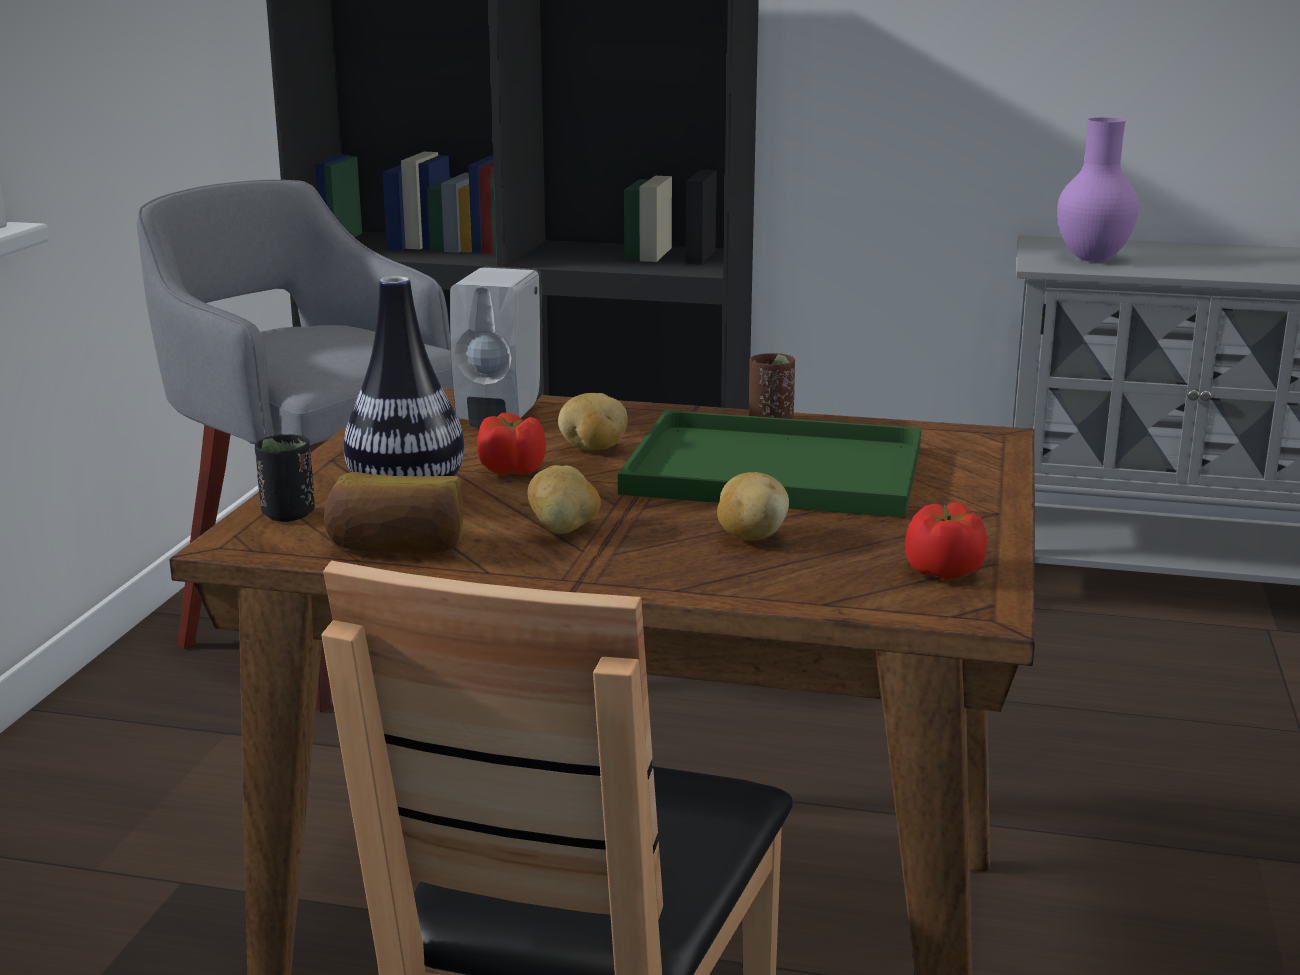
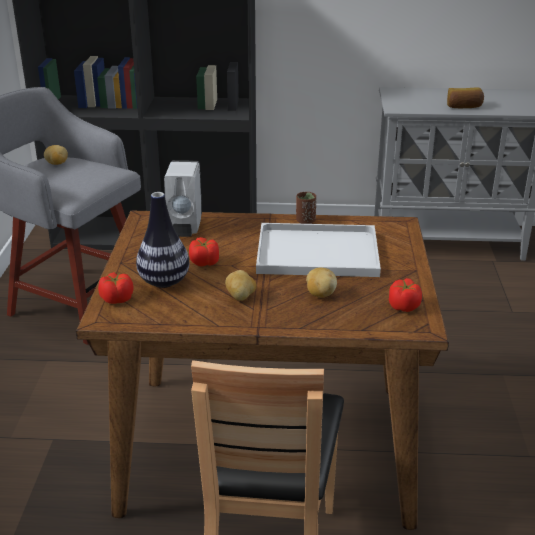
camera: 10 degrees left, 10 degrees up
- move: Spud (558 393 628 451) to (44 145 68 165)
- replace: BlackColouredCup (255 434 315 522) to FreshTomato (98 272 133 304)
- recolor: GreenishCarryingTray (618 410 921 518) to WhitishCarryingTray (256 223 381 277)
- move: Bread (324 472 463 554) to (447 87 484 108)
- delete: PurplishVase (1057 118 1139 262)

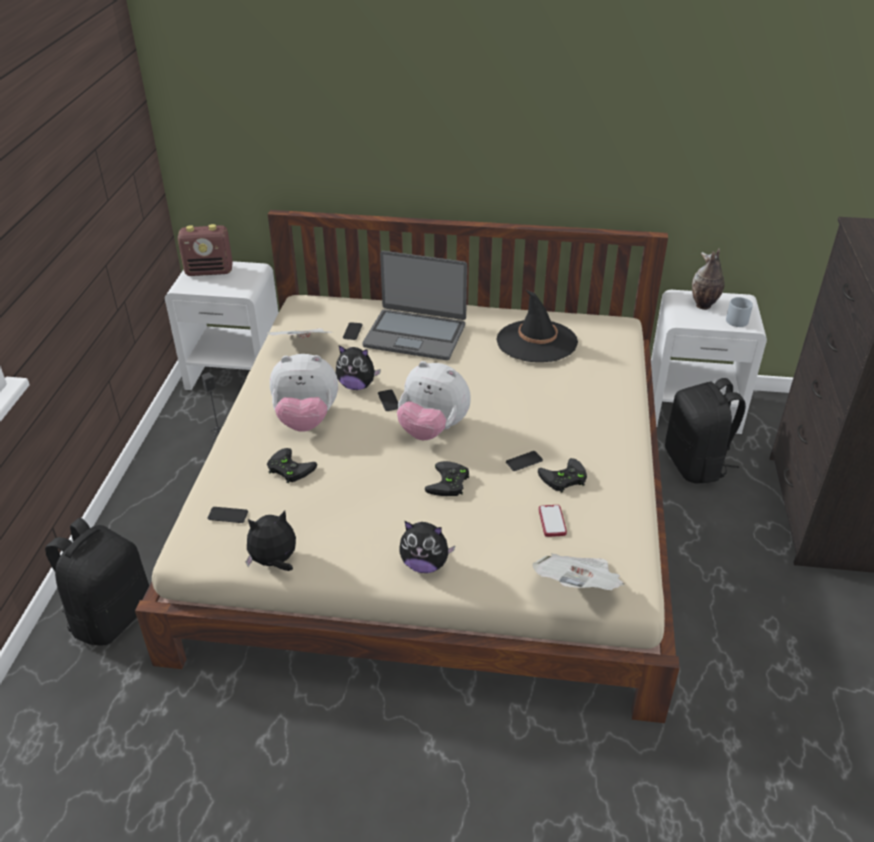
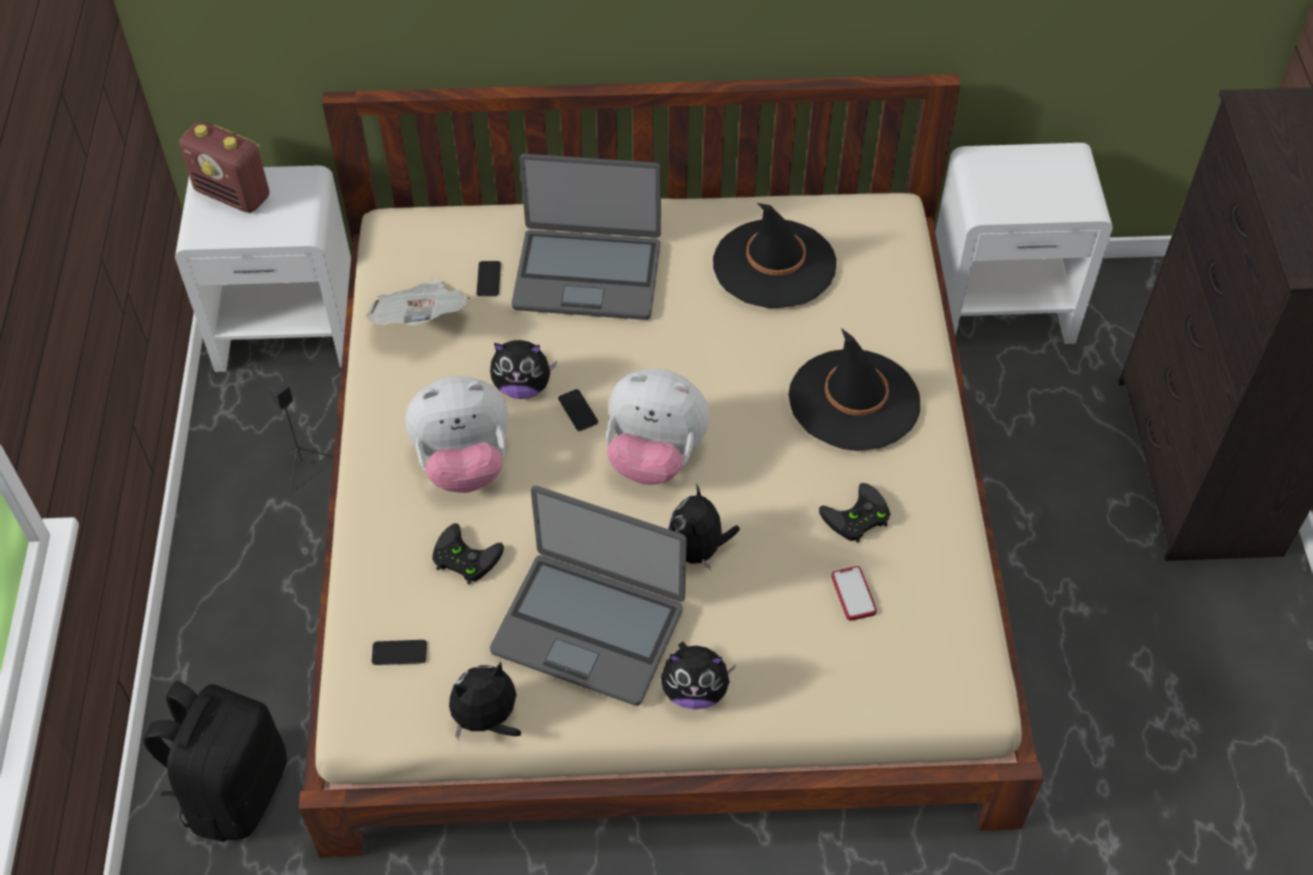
camera: 10 degrees left, 15 degrees up
- rotate: Radio (178 224 233 276) = (179 121 269 213) 45 degrees clockwise
- insert: NotebookComputer (490 486 687 706)
- replace: BlackColouredGamepad (425 461 469 496) to PlushToy (669 484 740 571)
- insert: BlackColouredWearableHat (788 328 920 451)
- delete: Telephone (506 451 543 471)
- delete: PrintedPaper (532 553 625 590)
- delete: BlackColouredBackpack (665 378 746 484)
- delete: Vase (692 248 725 310)
- delete: GreyTeaMug (726 297 753 327)

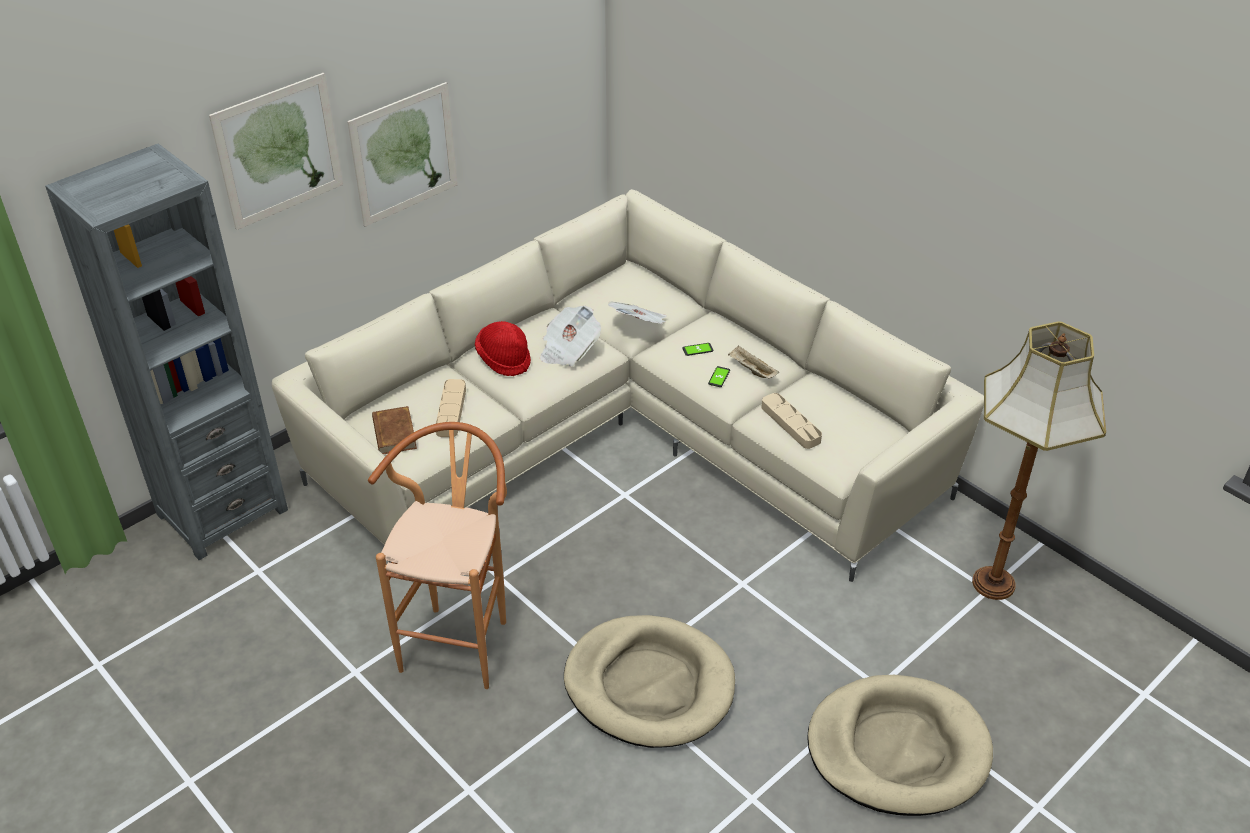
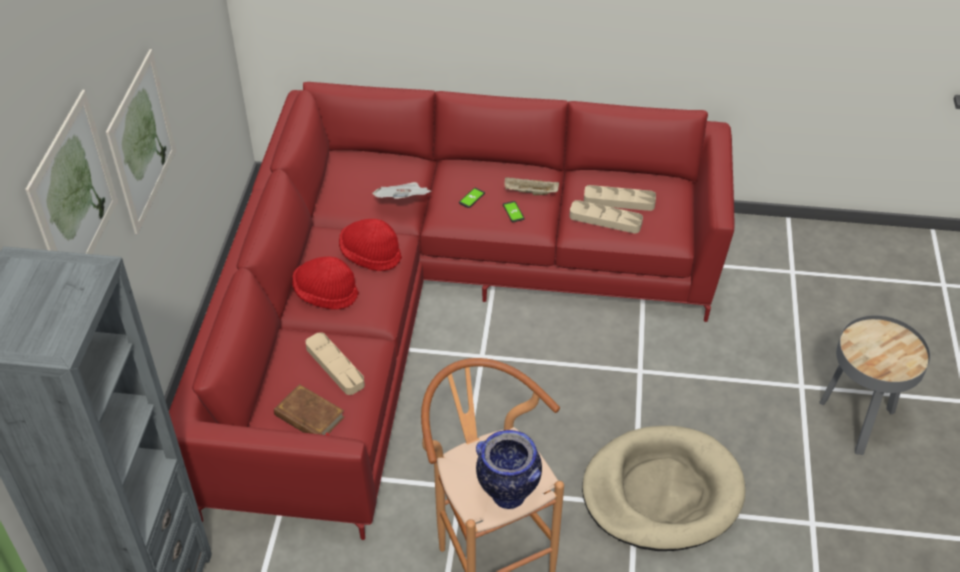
camera: 40 degrees left, 5 degrees up
- recolor: SandColouredCouch (272 189 984 582) to ReddishCouch (169 82 735 540)
- replace: PrintedPaper (540 306 601 367) to ReddishWearableHat (339 219 402 271)
- insert: Vase (476 430 542 509)
- insert: SandColouredCarryingTray (584 185 656 211)
- replace: SandColouredDogCushion (807 675 993 816) to GreyAccentTable (819 315 930 455)
- delete: StandingLamp (972 321 1106 600)

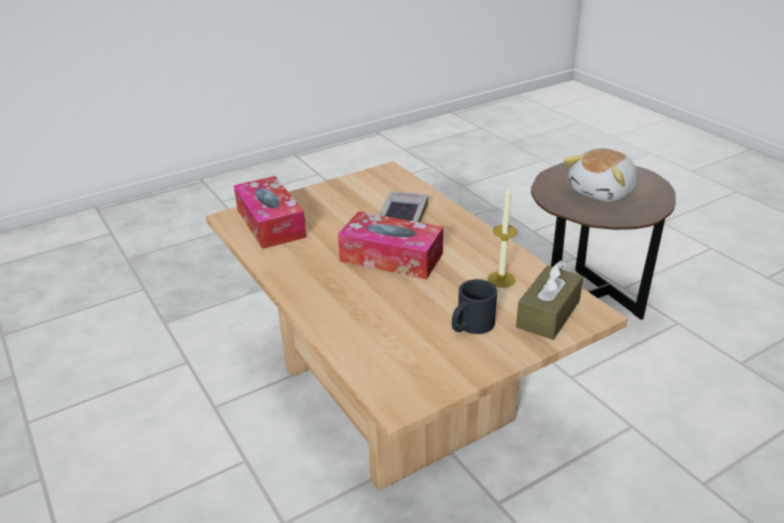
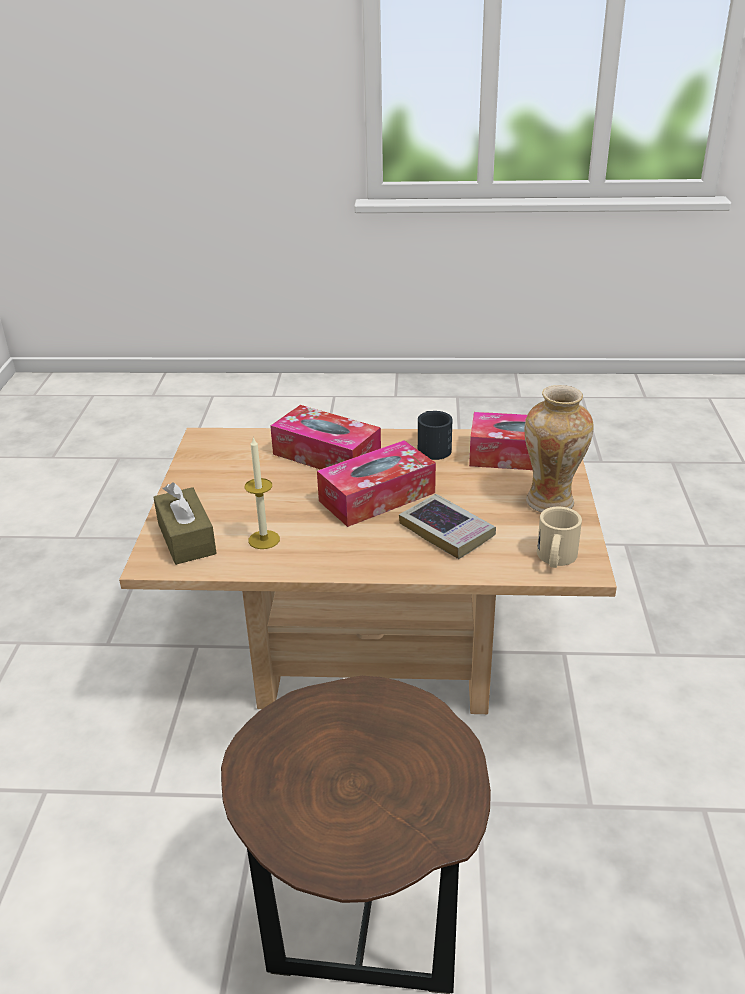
camera: 125 degrees right, 0 degrees up
- insert: TissueBox (270 405 381 469)
- move: BlackColouredTeaMug (452 279 497 334) to (418 411 453 460)
- insert: Vase (524 385 593 513)
- insert: SandColouredTeaMug (537 507 582 568)
- delete: PlushToy (564 148 638 202)

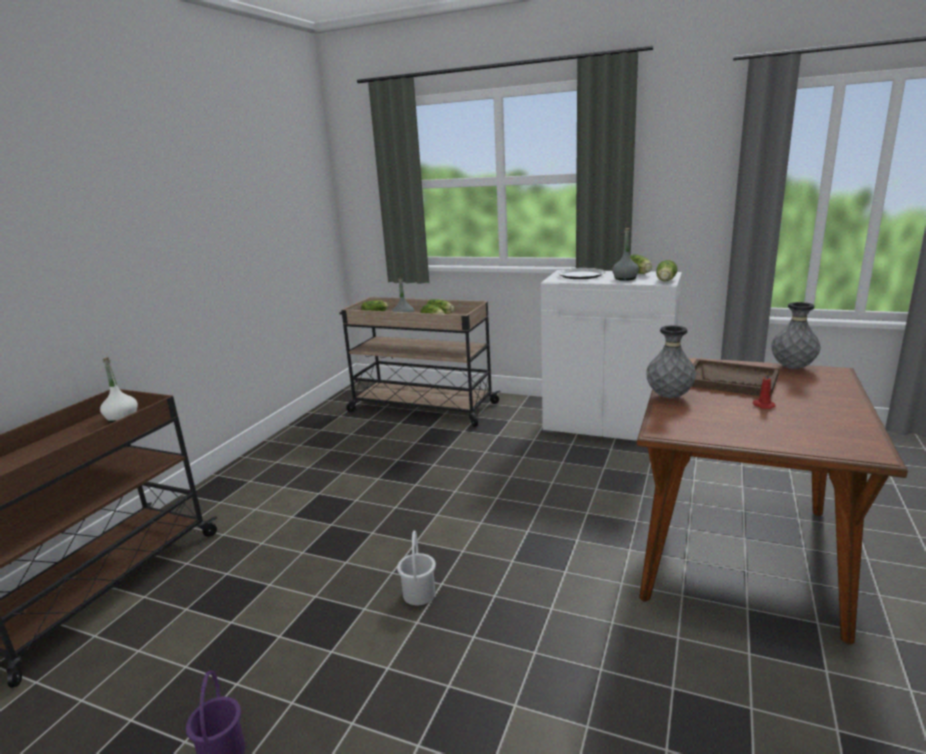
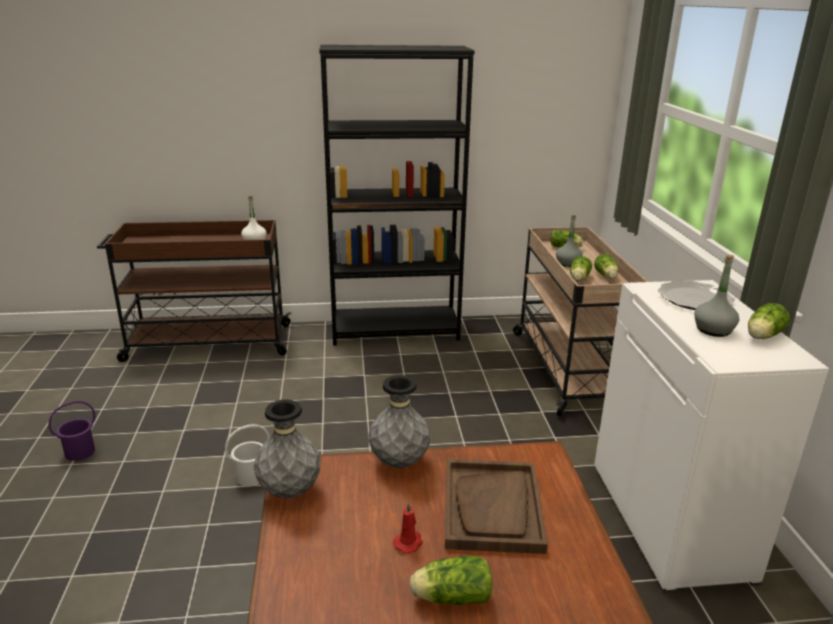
camera: 60 degrees right, 5 degrees up
- move: GreyVase (771 302 821 369) to (254 399 321 498)
- insert: BlackColouredBookshelf (319 45 475 346)
- move: HeadOfLettuce (656 260 678 281) to (410 555 492 605)

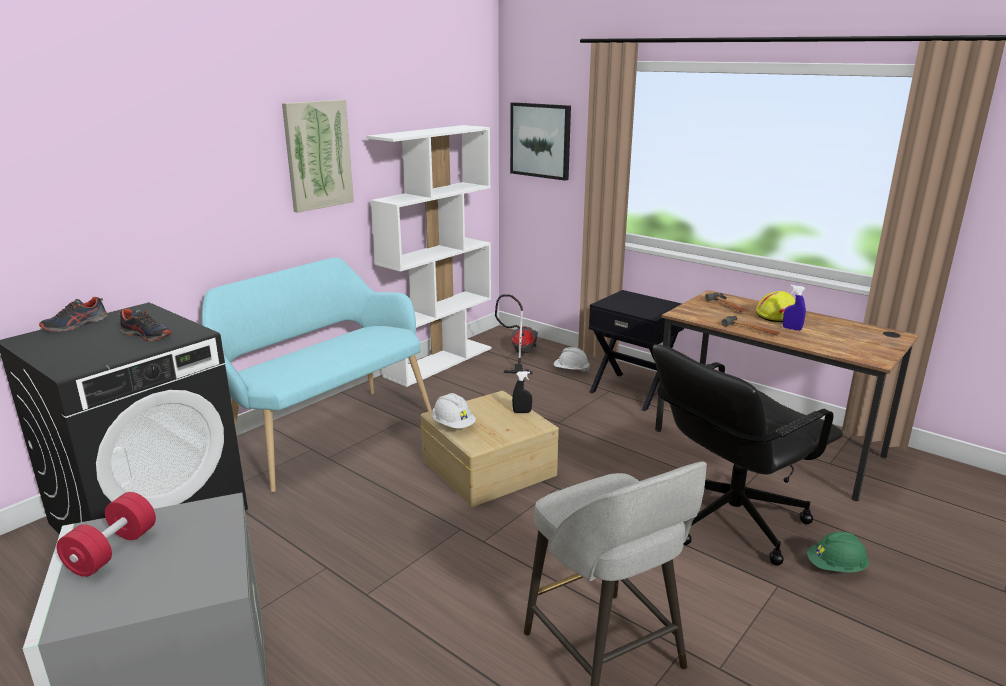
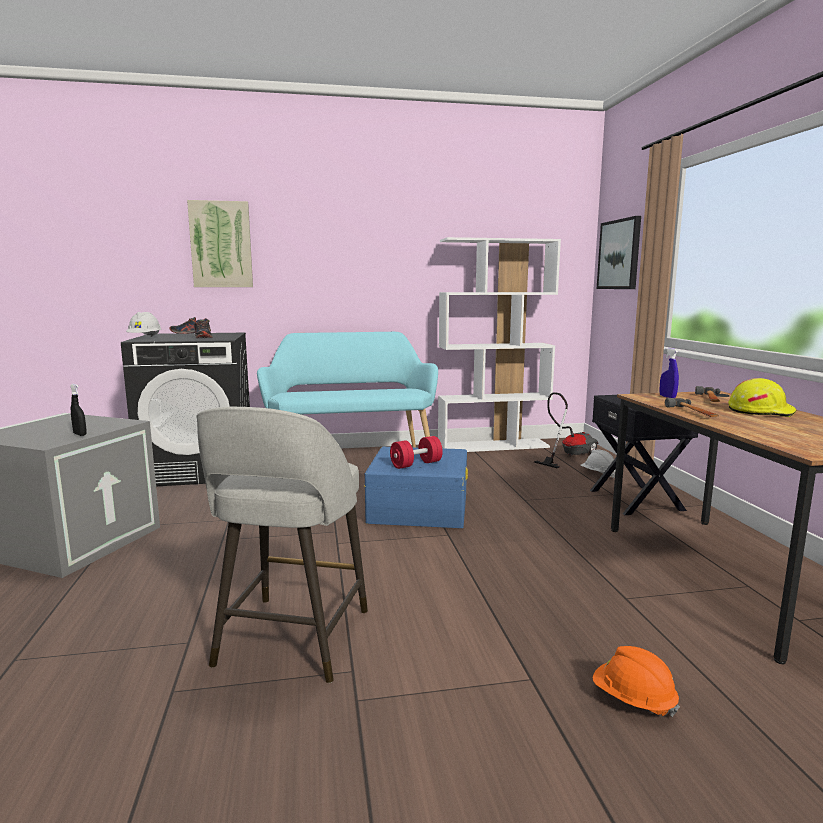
camera: 40 degrees right, 10 degrees down
- move: BlackColouredHandSprayer (512 371 532 413) to (70 384 87 436)
- move: WhitishWorkHelmet (432 393 476 428) to (126 312 161 337)
- move: WallPicture (282 100 354 213) to (187 200 253 287)
- recolor: SandColouredStorageBin (421 391 559 507) to BluishStorageBin (364 447 468 528)
- move: ReddishDumbbell (57 492 156 577) to (390 436 443 469)
- recolor: GreenishWorkHelmet (807 532 869 573) to OrangeyWorkHelmet (593 646 680 717)
- move: BluishHandSprayer (783 285 806 331) to (659 348 679 398)
- delete: BlackColouredOfficeChair (653 345 843 566)

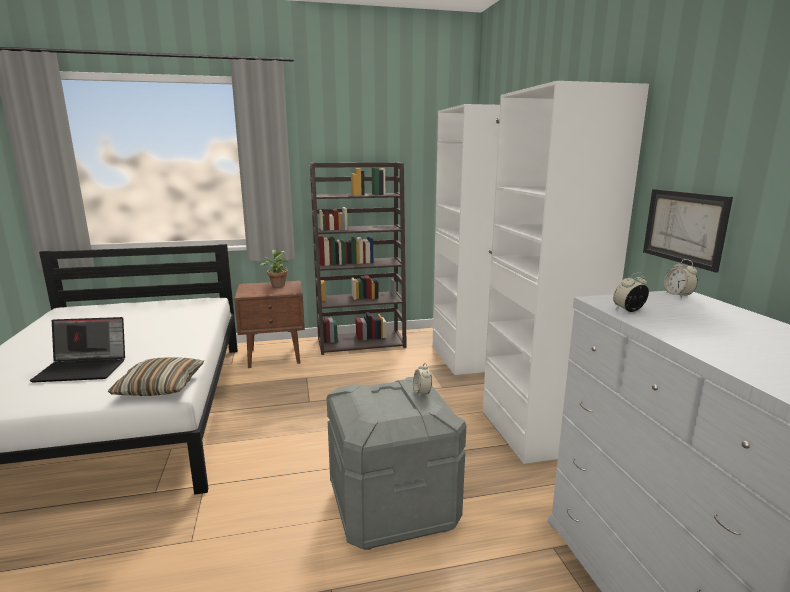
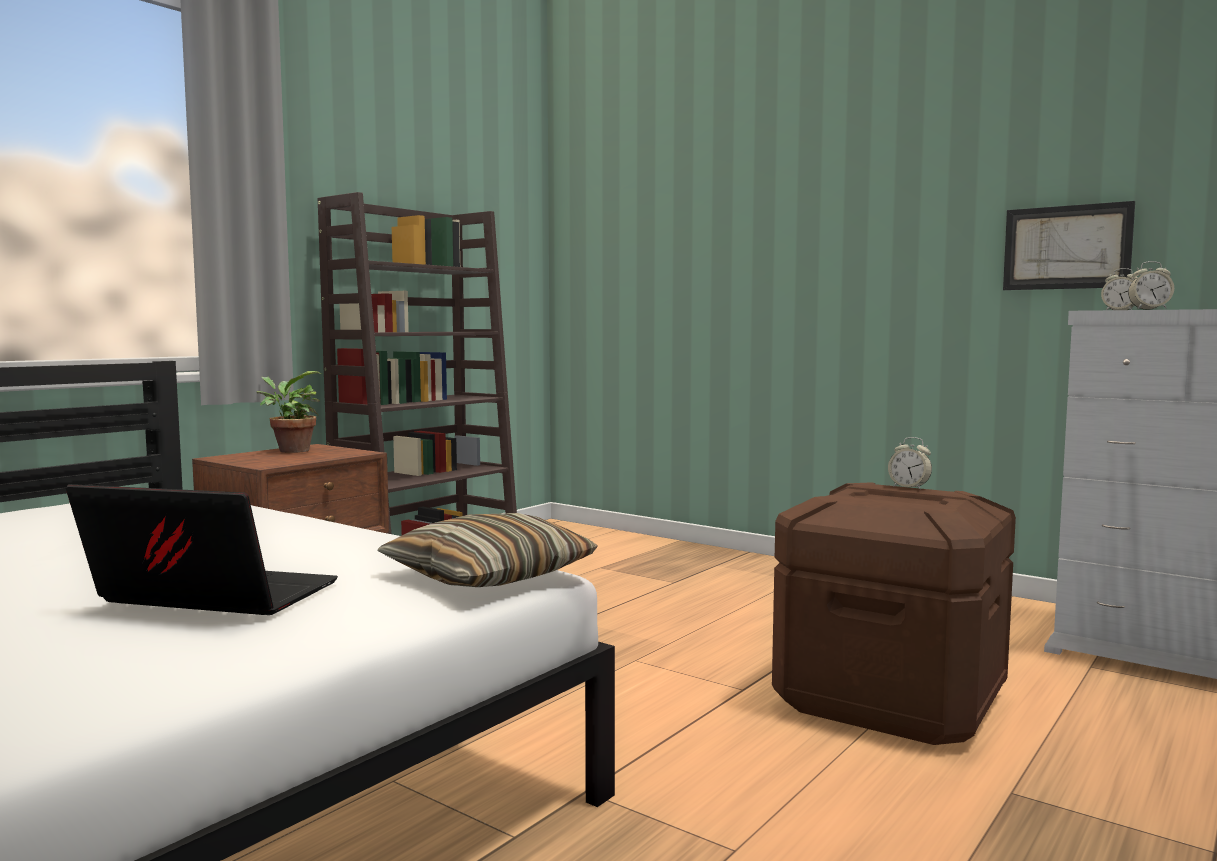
camera: 40 degrees left, 10 degrees down
- rotate: NotebookComputer (30 317 125 382) = (66 484 338 615) 120 degrees counterclockwise
- recolor: GreyStorageBin (327 377 466 550) to BrownStorageBin (772 482 1016 745)
- rotate: BedsideClock (613 272 649 312) = (1128 261 1174 310) 105 degrees counterclockwise
- delete: WhitishArmoire (433 81 649 464)

